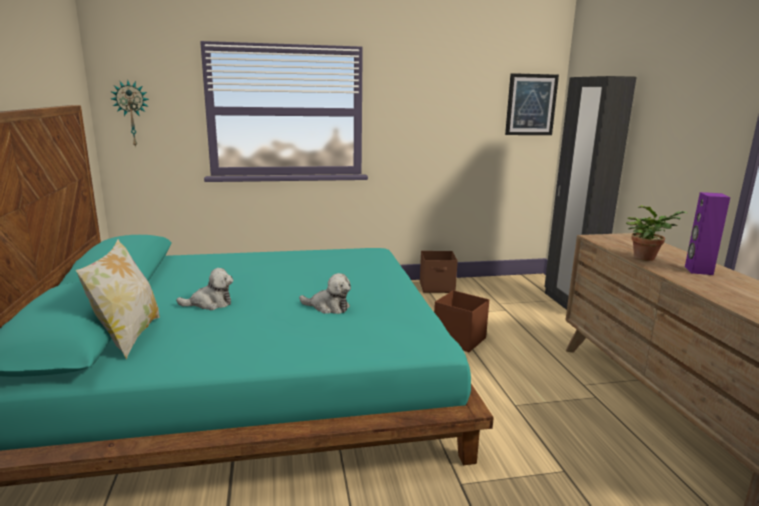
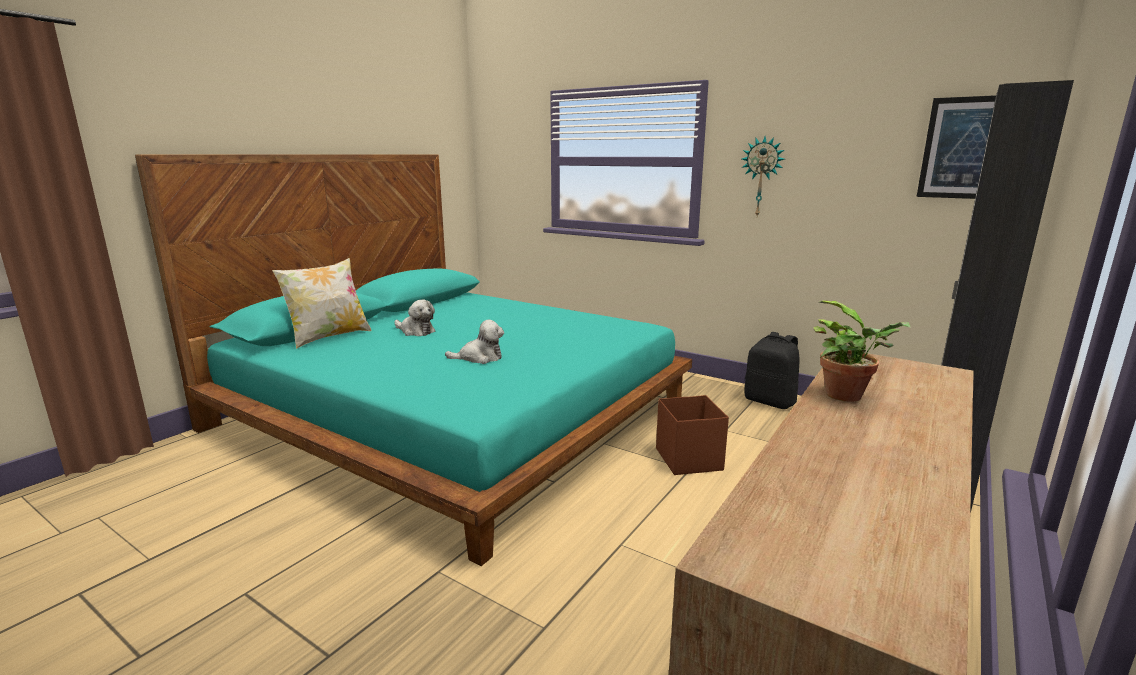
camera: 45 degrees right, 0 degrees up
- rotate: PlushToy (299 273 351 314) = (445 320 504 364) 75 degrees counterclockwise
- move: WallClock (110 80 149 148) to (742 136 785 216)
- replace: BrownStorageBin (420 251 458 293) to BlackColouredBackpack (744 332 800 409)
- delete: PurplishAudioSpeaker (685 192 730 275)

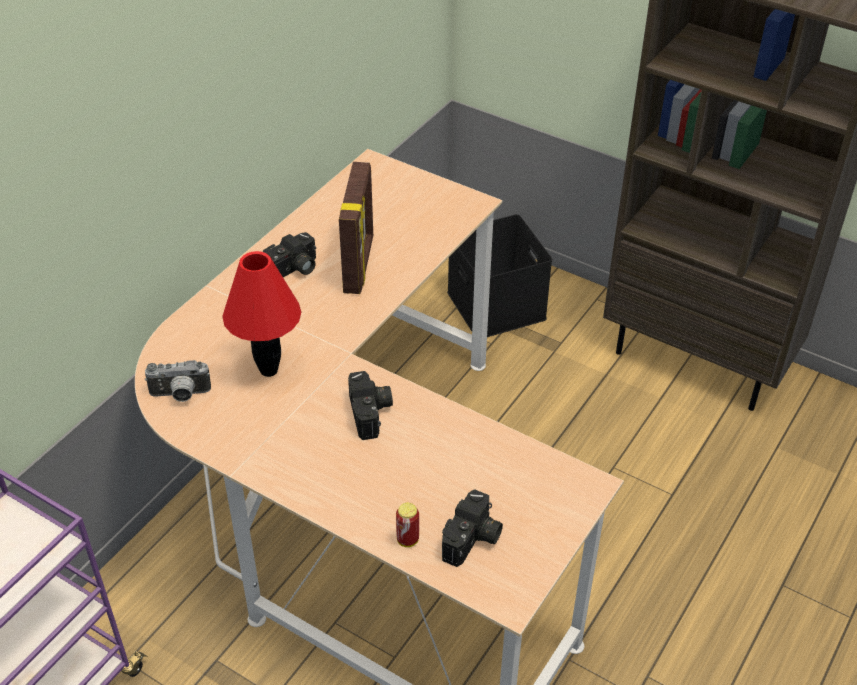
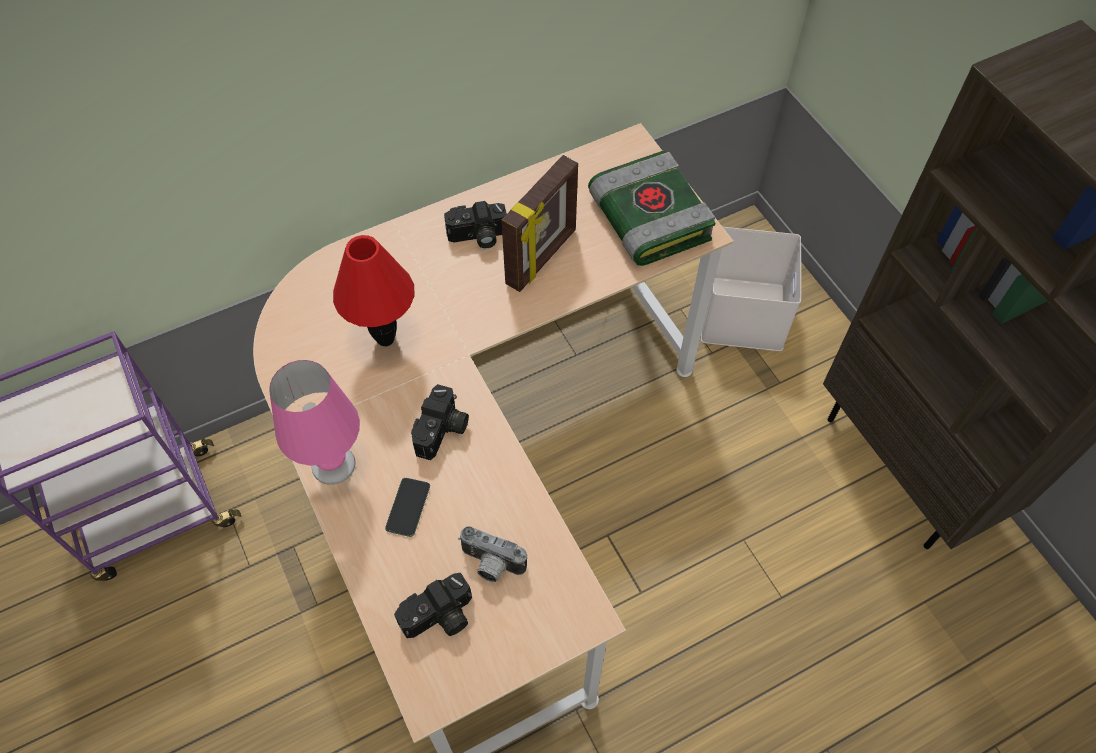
camera: 30 degrees right, 15 degrees up
- insert: PinkTableLamp (269 360 360 485)
- insert: Telephone (385 478 430 537)
- move: StillCamera (145 360 211 402) to (458 526 527 582)
- insert: BoundBook (588 150 715 266)
- recolor: BlackColouredStorageBin (447 214 552 337) to WhitishStorageBin (701 227 801 351)
- delete: Can (396 503 419 547)

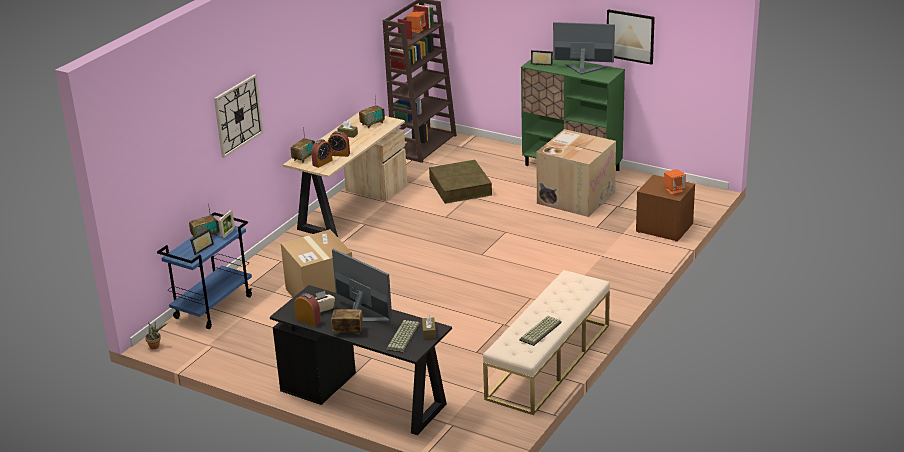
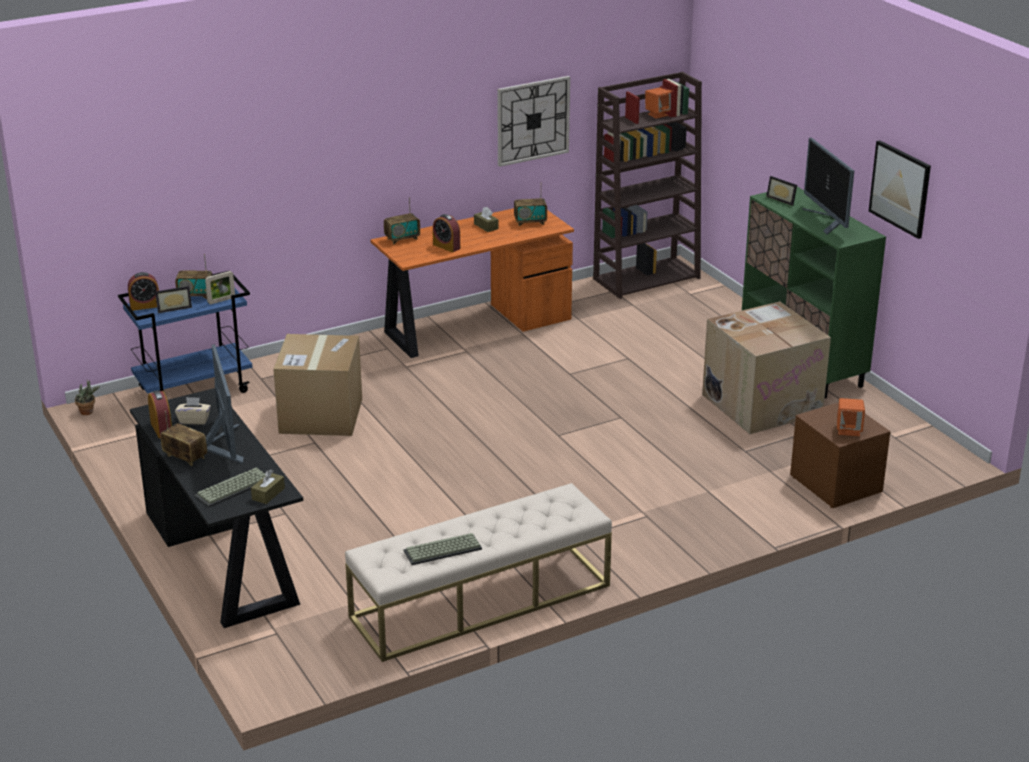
camera: 30 degrees right, 0 degrees up
- move: BedsideClock (311 139 333 168) to (128 272 159 311)
- recolor: SandColouredDeskUnit (283 112 407 237) to OrangeyDeskUnit (371 208 574 358)
- move: WallClock (214 74 263 158) to (497 76 570 167)
- rotate: ComputerDisplay (553 22 615 75) = (802 138 854 235) 150 degrees counterclockwise
- delete: BrownStorageBin (429 160 492 204)

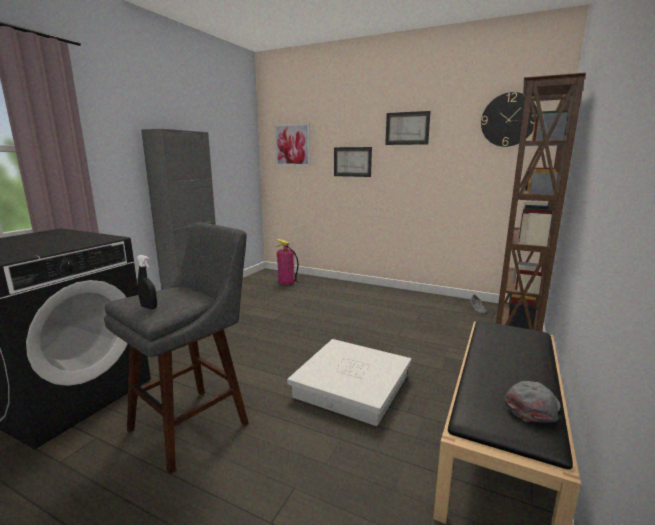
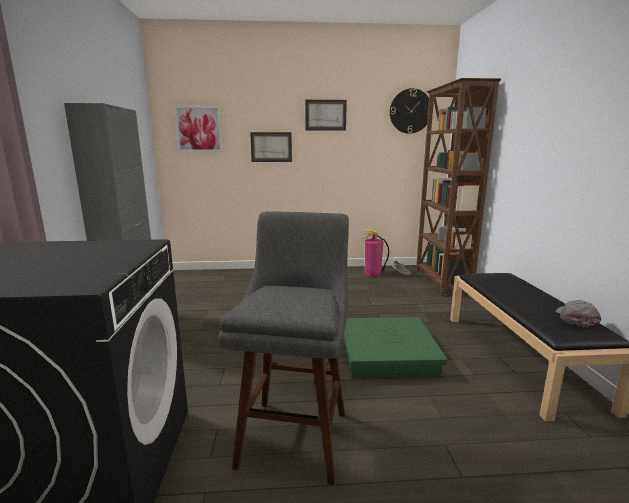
camera: 30 degrees left, 0 degrees up
- recolor: WhitishStorageBin (287 339 411 426) to GreenishStorageBin (343 317 448 379)
- move: FireFightingCylinder (276 239 299 285) to (363 229 389 276)
- delete: BlackColouredHandSprayer (137 255 157 309)

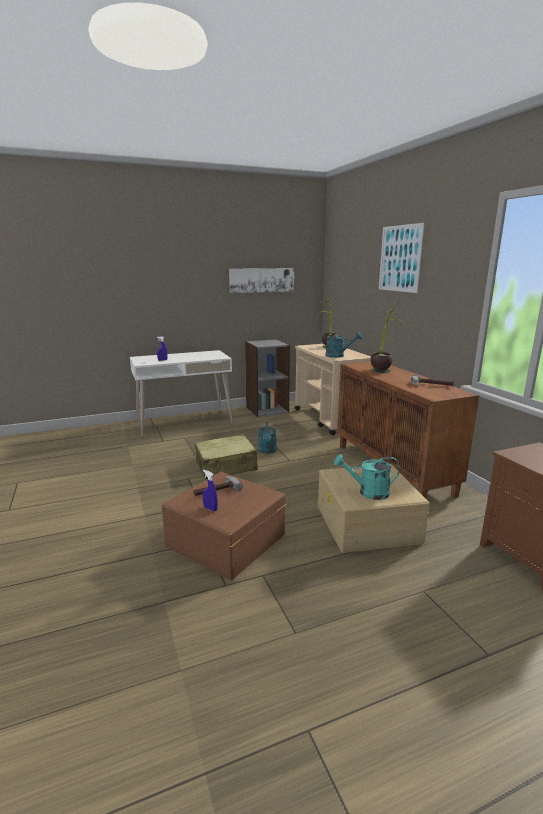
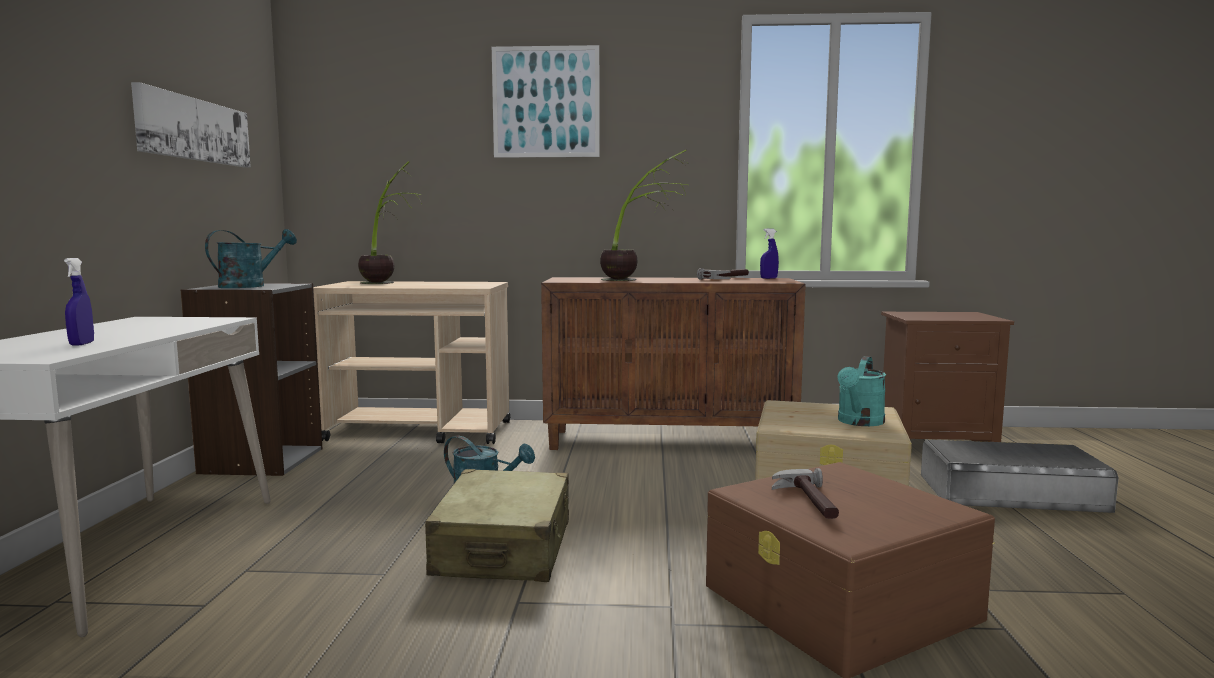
camera: 65 degrees left, 10 degrees down
- move: TurquoiseColouredWateringCan (321 331 362 358) to (205 229 297 288)
- move: BluishHandSprayer (203 470 218 512) to (760 229 779 279)
- insert: GreyStorageBin (921 439 1119 513)

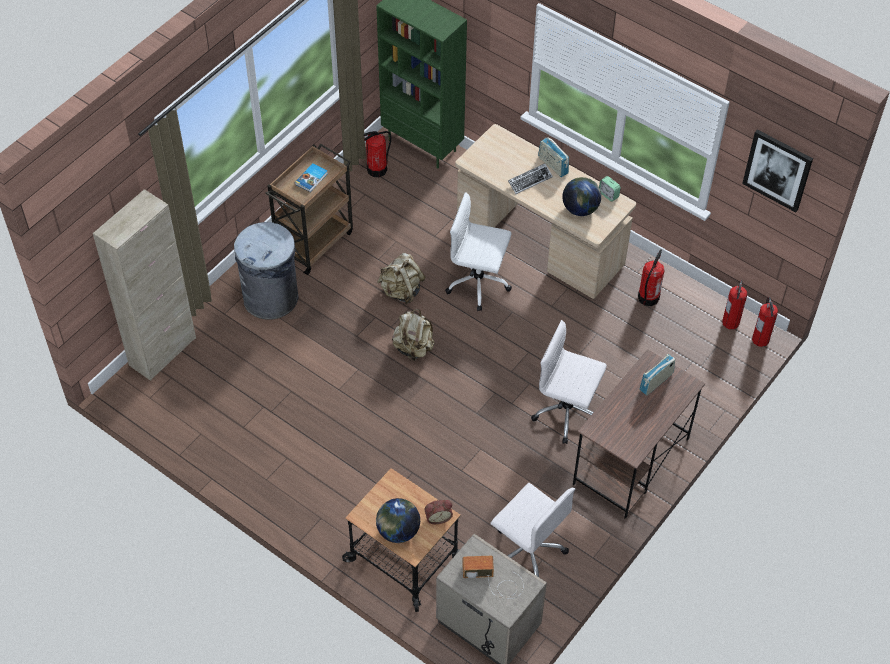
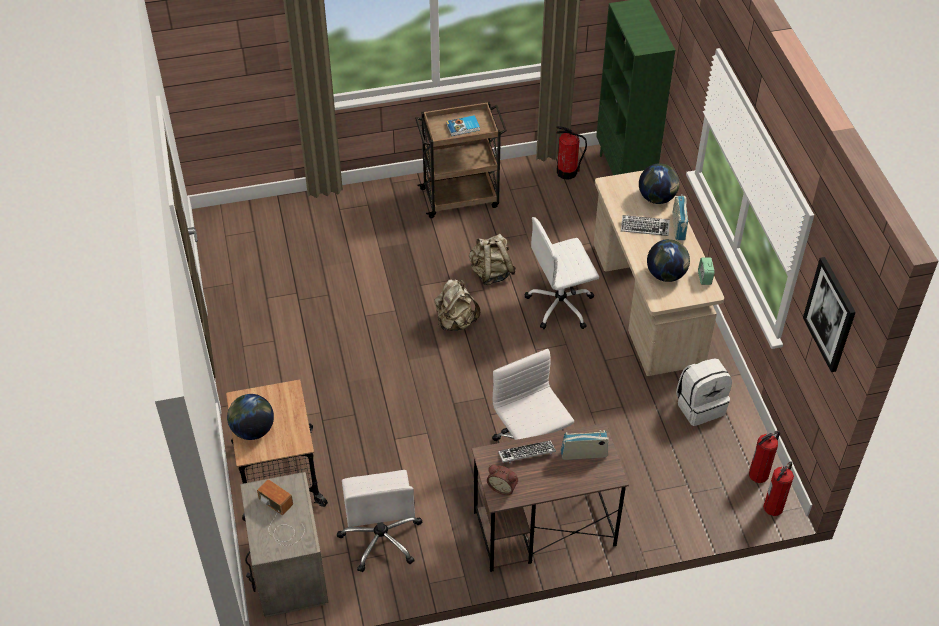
camera: 40 degrees right, 5 degrees down
- move: BedsideClock (425 500 453 524) to (487 465 518 495)
- insert: Keyboard (498 440 556 464)
- rotate: WhitishOfficeChair (445 192 512 311) = (524 217 599 329) 75 degrees counterclockwise
- insert: DeskGlobe (639 164 679 204)
- replace: FireFightingCylinder (638 249 665 306) to WhitishBackpack (676 358 732 426)
- delete: SandColouredCupboard (93 189 196 381)
- delete: GreyTrashCan (234 222 298 320)

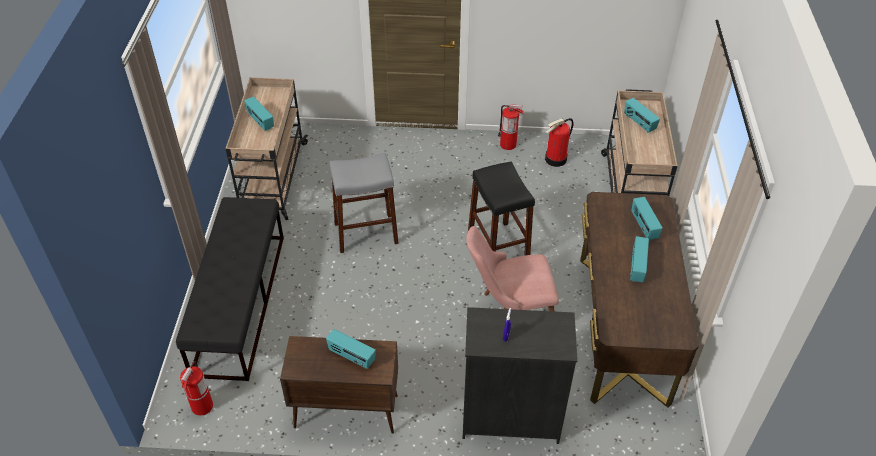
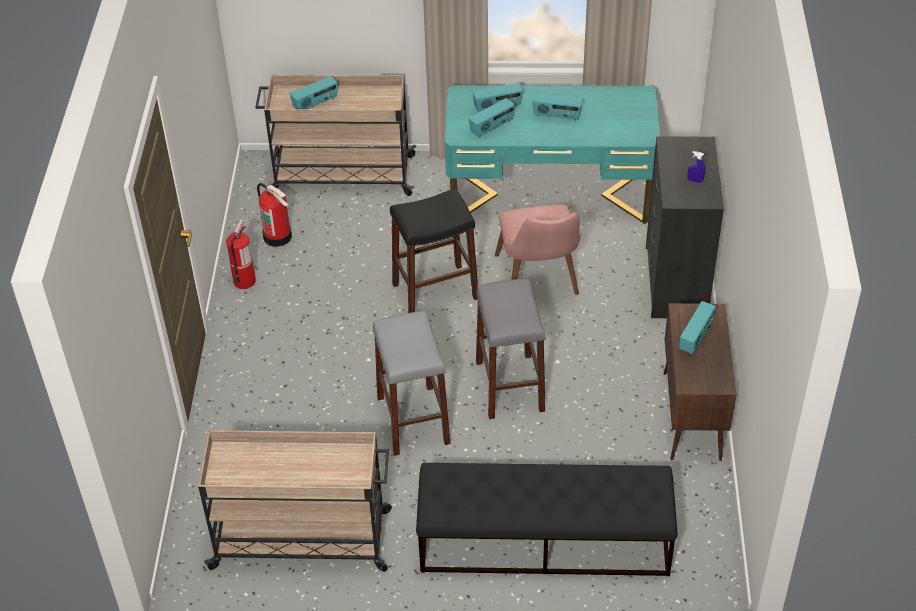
camera: 90 degrees left, 0 degrees up
- recolor: BrownDeskUnit (580 192 699 408) to TurquoiseColouredDeskUnit (445 85 660 224)
- move: Radio (244 96 274 131) to (469 98 515 138)
- insert: GreySittingStool (476 278 546 419)
- delete: FireFightingCylinder (180 361 213 416)

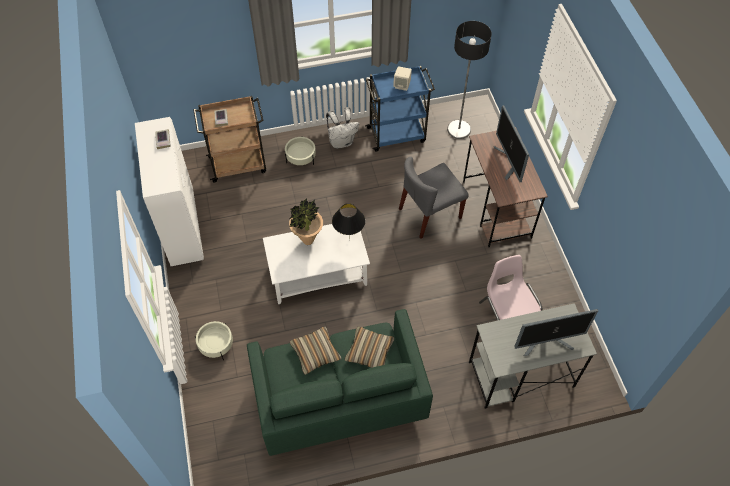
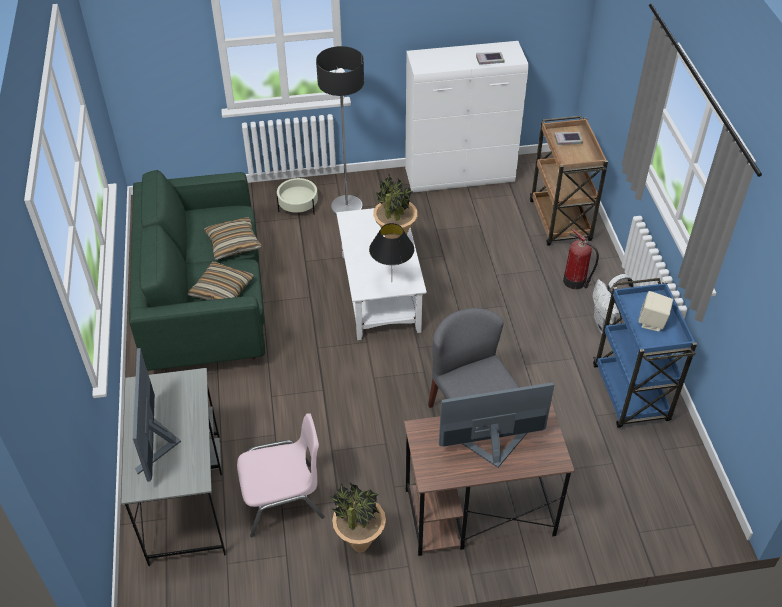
camera: 95 degrees right, 10 degrees down
- move: StandingLamp (447 21 492 139) to (316 46 364 216)
- insert: PlantInAPot (329 482 386 553)
- replace: SandColouredPlanter (285 137 316 165) to FireFightingCylinder (563 228 599 289)

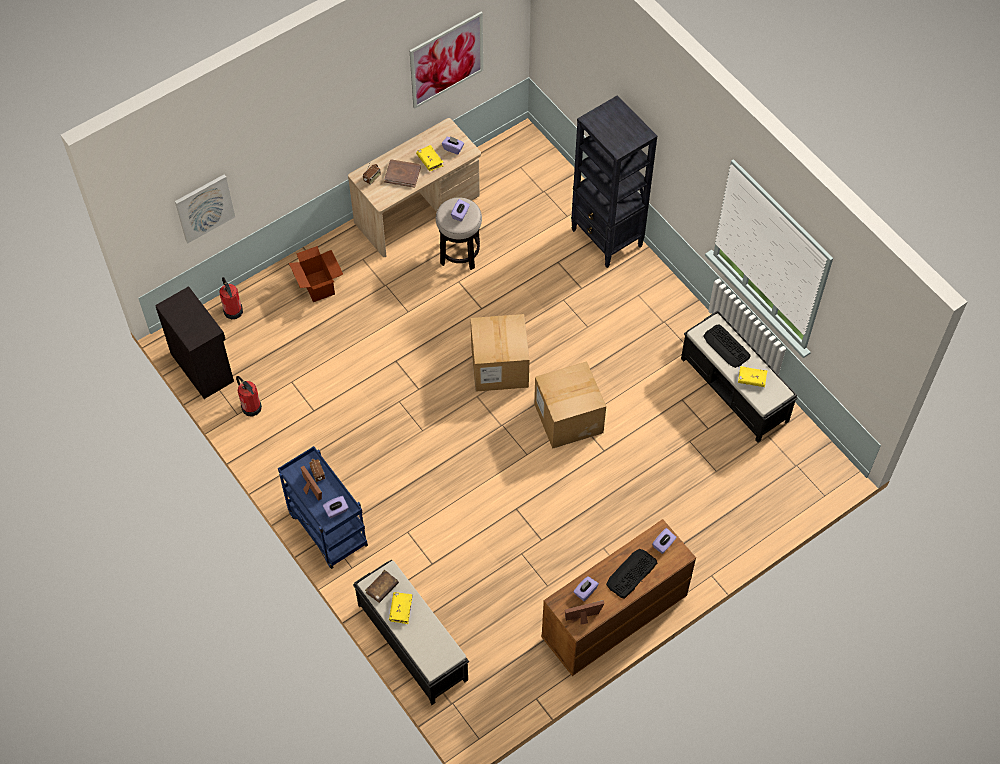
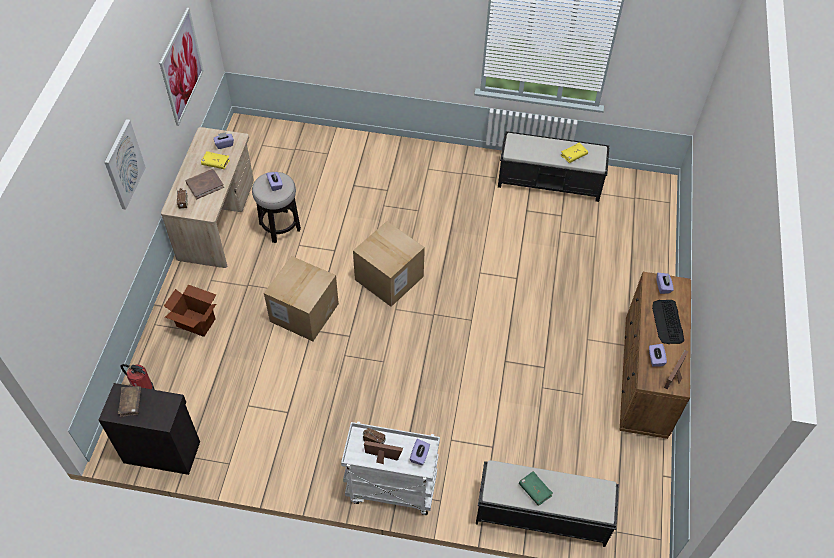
camera: 45 degrees left, 5 degrees down
- move: WallPicture (175 175 235 243) to (105 119 146 210)
- move: BrownBoundBook (365 570 399 603) to (118 386 142 417)
- move: Carton (534 361 606 449) to (264 256 339 341)
- recolor: BluishWheeledCart (278 446 368 569) to WhitishWheeledCart (341 421 440 515)
- recolor: YellowBoundBook (389 592 412 624) to GreenishBoundBook (519 471 553 506)
- delete: FireFightingCylinder (236 376 262 417)
- delete: BlackColouredBookshelf (571 95 657 268)
- delete: Keyboard (703 324 751 368)

